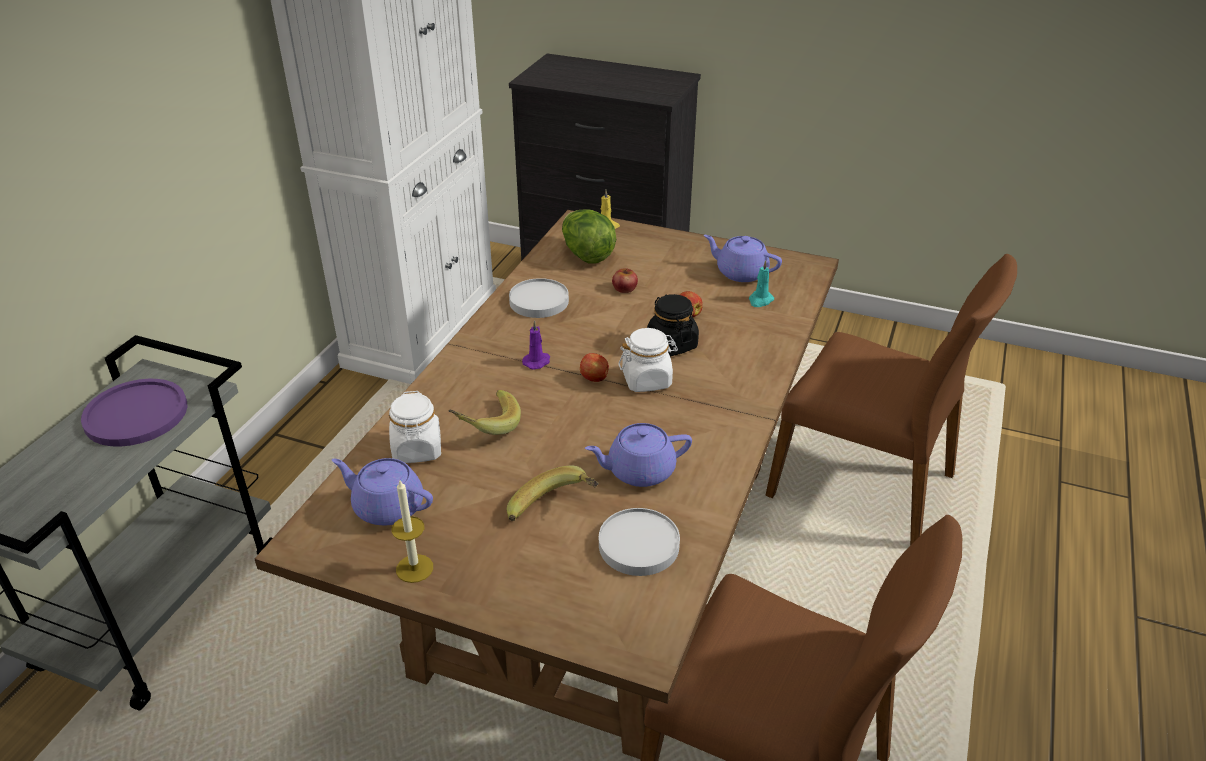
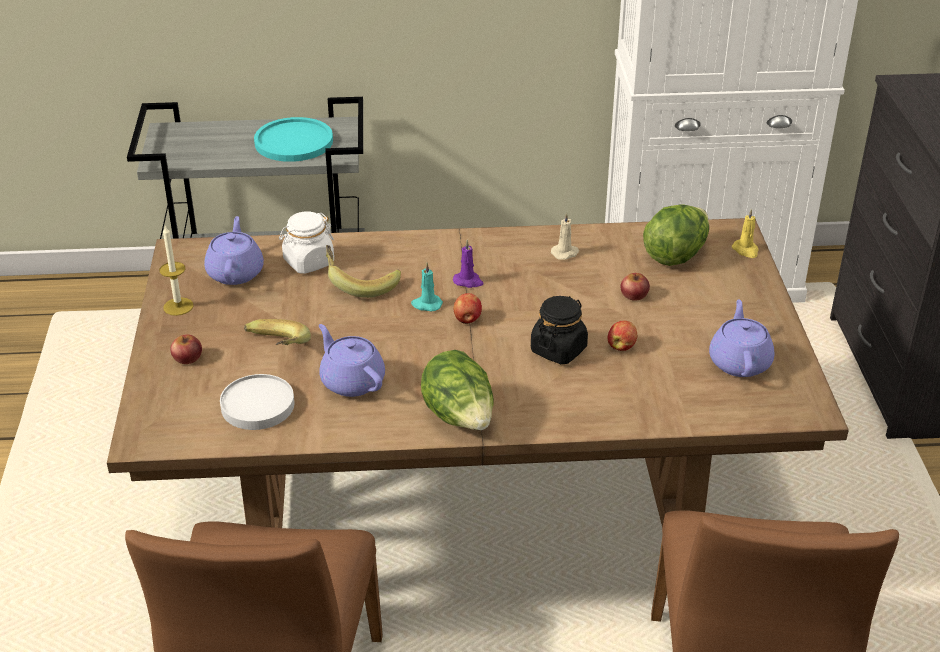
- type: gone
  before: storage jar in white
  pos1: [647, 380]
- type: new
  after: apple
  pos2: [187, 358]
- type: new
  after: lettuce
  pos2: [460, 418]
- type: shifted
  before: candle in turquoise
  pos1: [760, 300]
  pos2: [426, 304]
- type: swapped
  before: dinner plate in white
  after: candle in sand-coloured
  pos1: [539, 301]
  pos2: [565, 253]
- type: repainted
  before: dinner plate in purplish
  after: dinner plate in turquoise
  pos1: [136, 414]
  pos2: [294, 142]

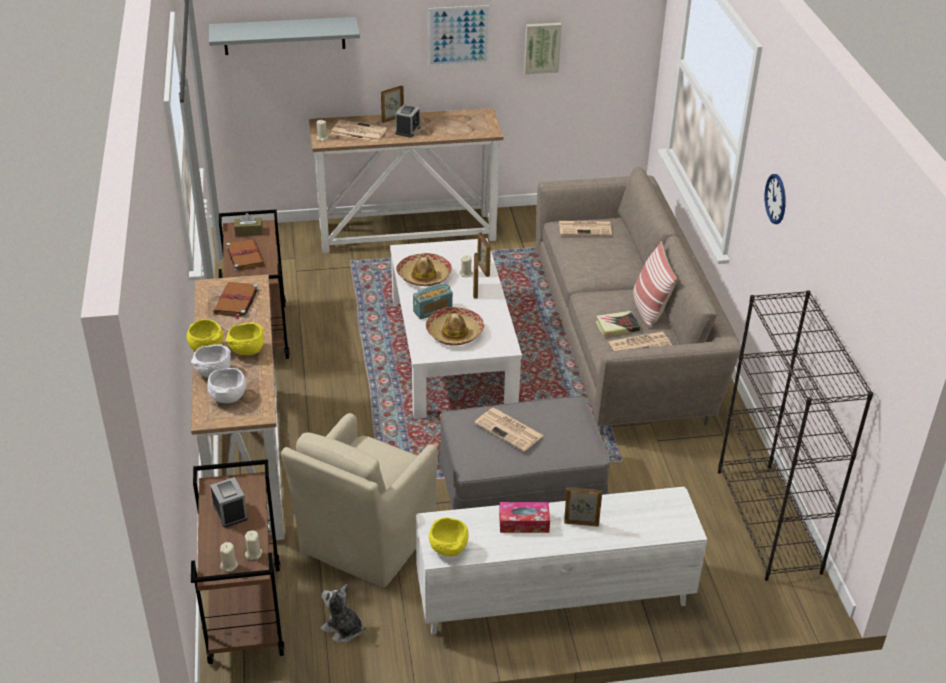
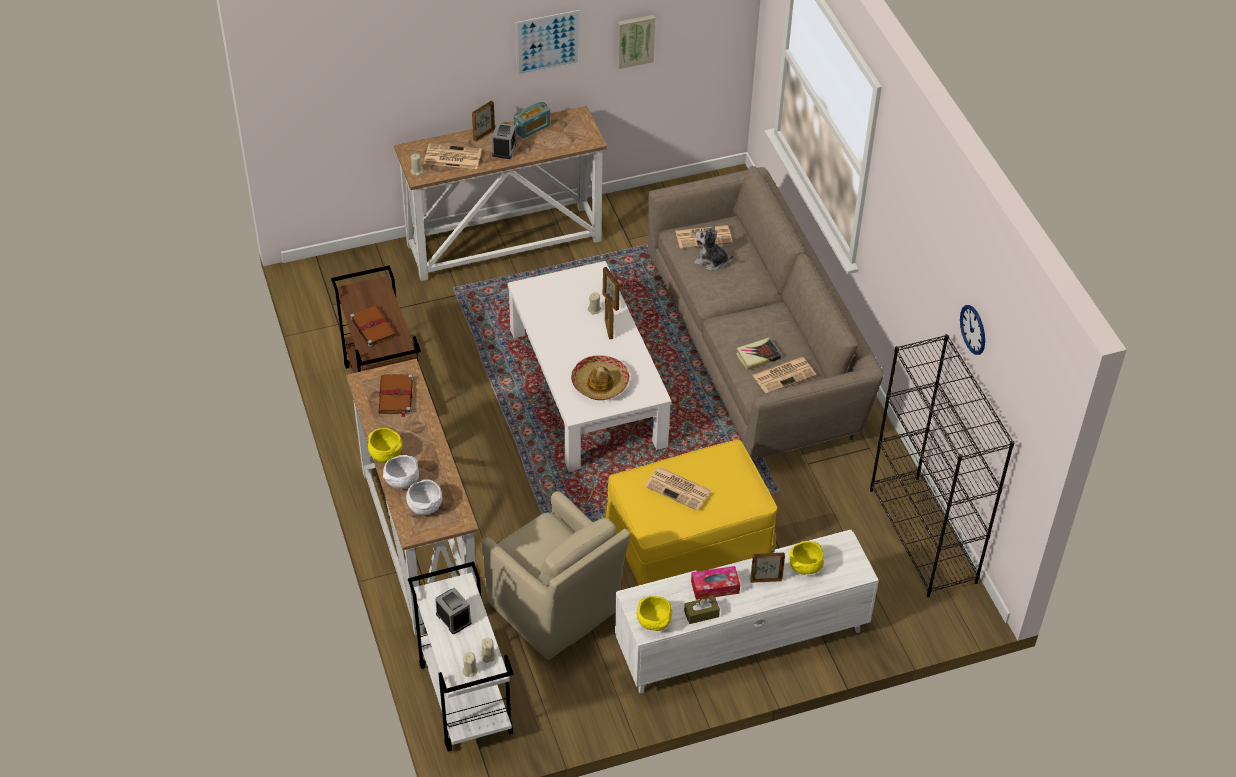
- type: gone
  before: wall shelf in greyish
  pos1: [284, 36]
- type: gone
  before: clothing hat
  pos1: [424, 276]
- type: gone
  before: cushion
  pos1: [649, 309]
- type: shifted
  before: bowl in yellowish
  pos1: [247, 351]
  pos2: [805, 568]
- type: shifted
  before: tissue box in brown-coloured
  pos1: [249, 232]
  pos2: [701, 614]
- type: shifted
  before: soft toy
  pos1: [343, 629]
  pos2: [711, 261]
- type: shifted
  before: radio
  pos1: [432, 310]
  pos2: [532, 128]
- type: shifted
  before: clock on the wall
  pos1: [775, 199]
  pos2: [973, 329]
- type: repainted
  before: trolley in brown-coloured
  after: trolley in white
  pos1: [244, 613]
  pos2: [464, 698]
- type: repainted
  before: footrest in greyish
  after: footrest in yellowish
  pos1: [521, 491]
  pos2: [689, 537]
- type: rotated
  before: armchair in sand-coloured
  pos1: [365, 540]
  pos2: [555, 609]
  turn: -60

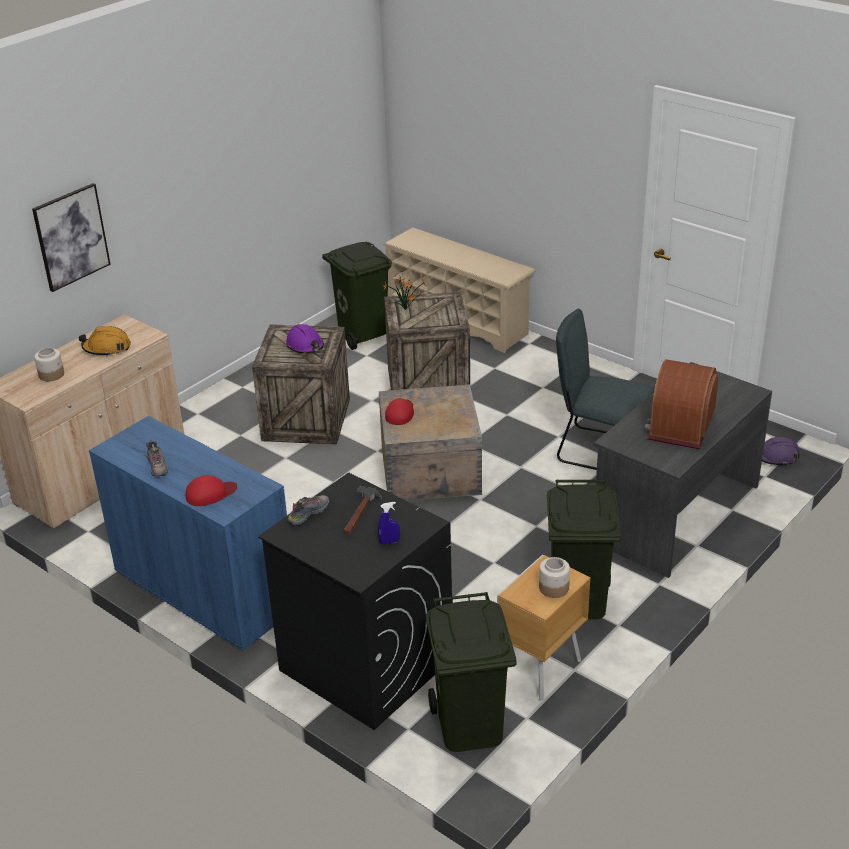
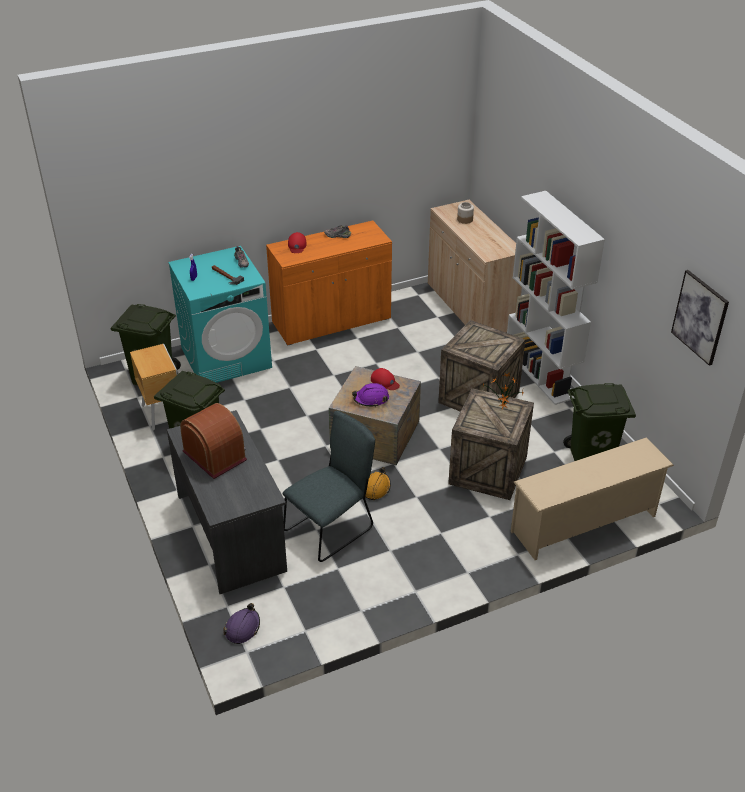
- type: gone
  before: storage jar
  pos1: [553, 588]
- type: new
  after: shelving unit in white
  pos2: [541, 373]
- type: shifted
  before: wall picture
  pos1: [71, 237]
  pos2: [700, 317]
- type: shifted
  before: safety helmet in orangey
  pos1: [107, 348]
  pos2: [376, 488]
- type: shifted
  before: safety helmet in purplish
  pos1: [305, 346]
  pos2: [371, 399]
- type: repainted
  before: storage cabinet in blue-coloured
  after: storage cabinet in orangey
  pos1: [205, 591]
  pos2: [331, 321]
- type: repainted
  before: laundry machine in black
  after: laundry machine in turquoise
  pos1: [365, 664]
  pos2: [226, 357]

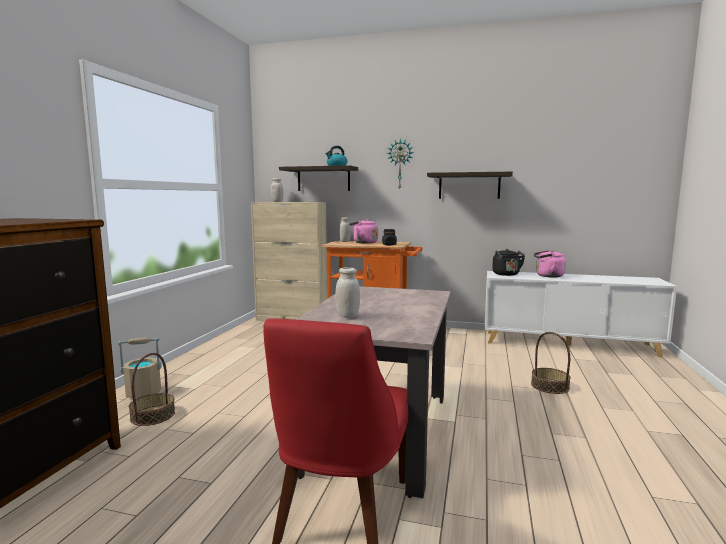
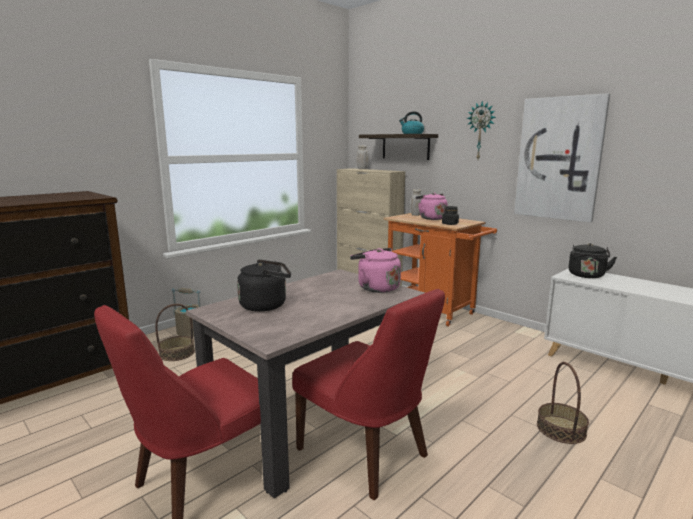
- type: new
  after: upright chair in reddish
  pos2: [366, 455]
- type: shifted
  before: water kettle in pink-coloured
  pos1: [547, 276]
  pos2: [376, 288]
- type: swapped
  before: storage jar in white
  after: water kettle in black
  pos1: [347, 316]
  pos2: [266, 305]
- type: swapped
  before: wall shelf
  after: wall picture
  pos1: [469, 186]
  pos2: [559, 158]

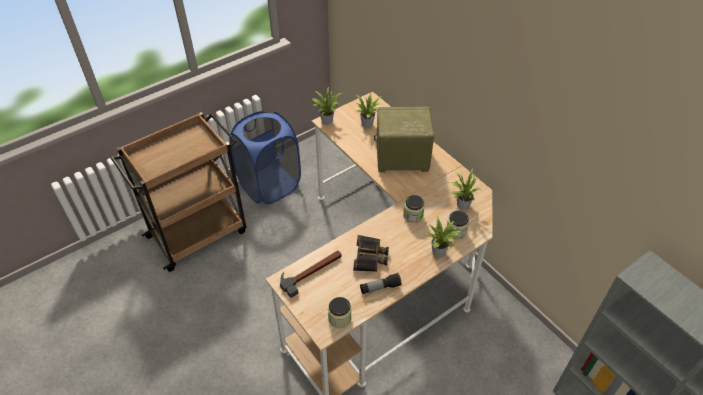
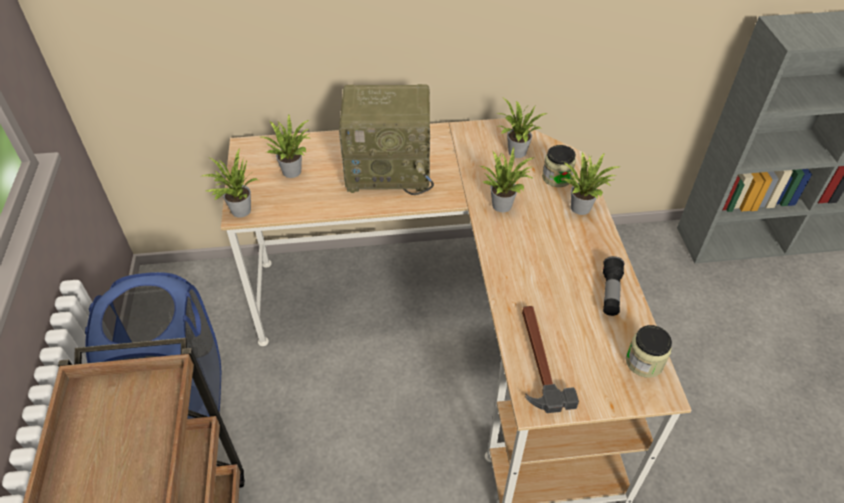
- type: gone
  before: field glasses
  pos1: [370, 257]
- type: swapped
  before: storage jar
  after: plant in a pot
  pos1: [413, 215]
  pos2: [503, 204]
- type: rotated
  before: radio
  pos1: [401, 158]
  pos2: [390, 169]
  turn: -120

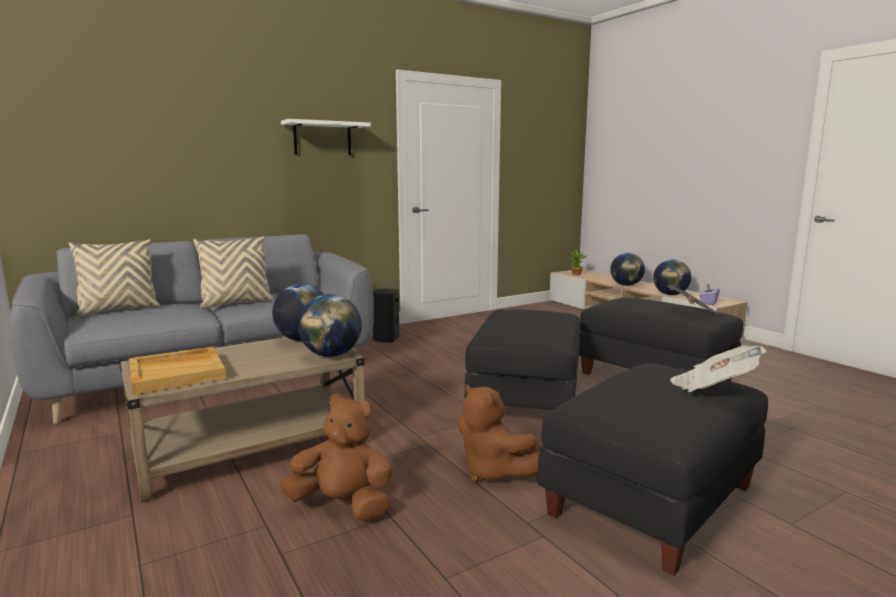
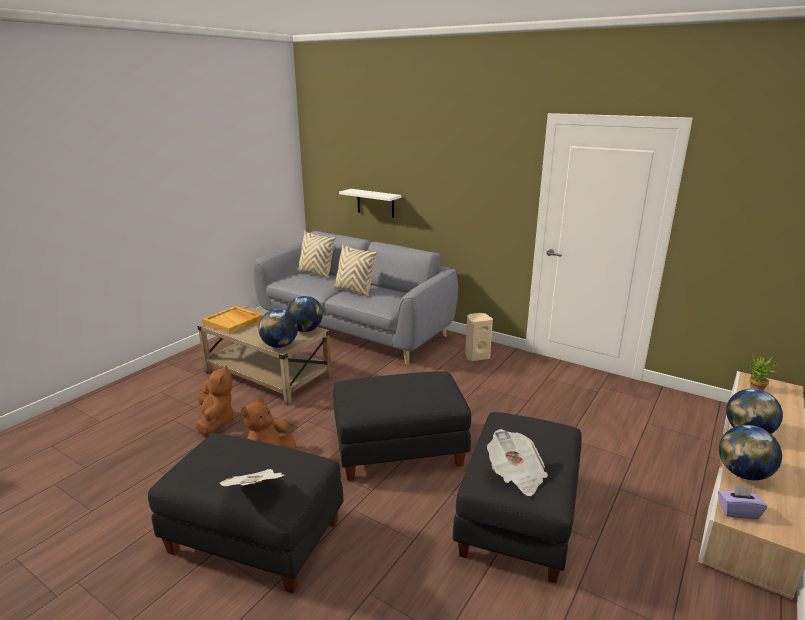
- type: shifted
  before: wall shelf in white
  pos1: [322, 138]
  pos2: [375, 203]
- type: repainted
  before: loudspeaker in black
  after: loudspeaker in sand-coloured
  pos1: [385, 339]
  pos2: [476, 356]

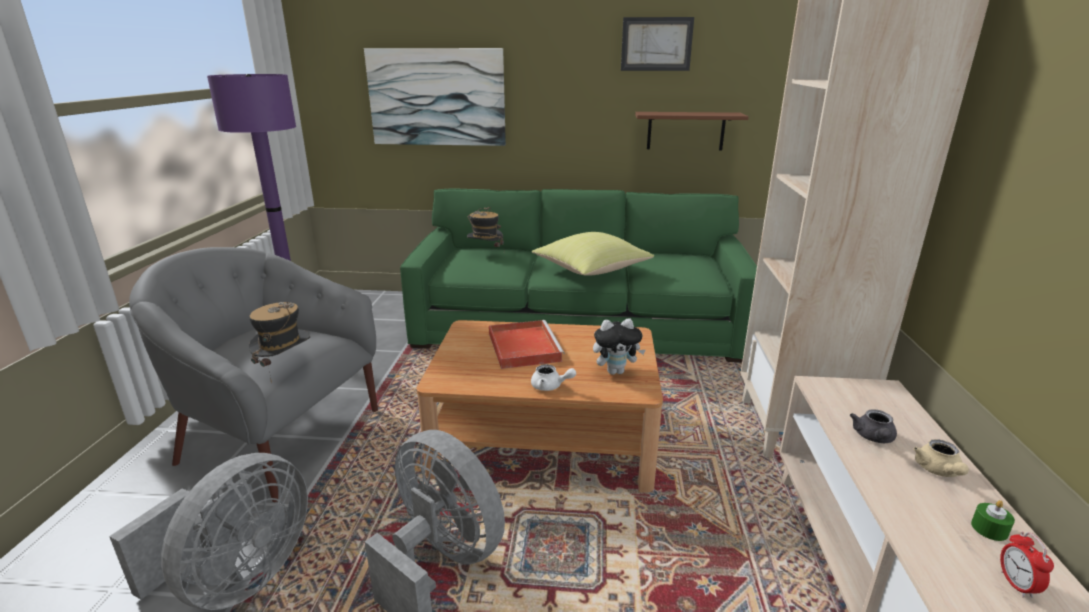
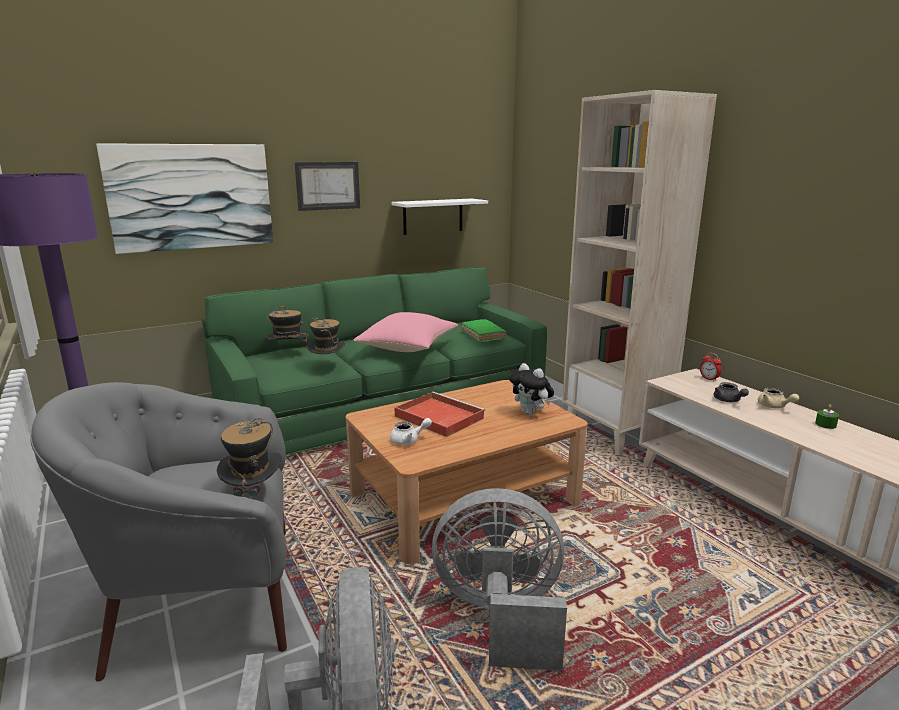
- type: new
  after: clothing hat
  pos2: [327, 366]
- type: new
  after: volume in green
  pos2: [483, 335]
- type: shifted
  before: pot for tea in white
  pos1: [550, 386]
  pos2: [409, 440]
- type: shifted
  before: wall picture
  pos1: [656, 44]
  pos2: [328, 185]
- type: shifted
  before: bedside clock
  pos1: [1016, 584]
  pos2: [709, 379]
- type: repainted
  before: cushion in yellowish
  after: cushion in pink-coloured
  pos1: [591, 272]
  pos2: [408, 349]
- type: repainted
  before: wall shelf in brown-coloured
  after: wall shelf in white
  pos1: [685, 131]
  pos2: [433, 216]
- type: rotated
  before: soft toy
  pos1: [616, 371]
  pos2: [531, 413]
  turn: 90

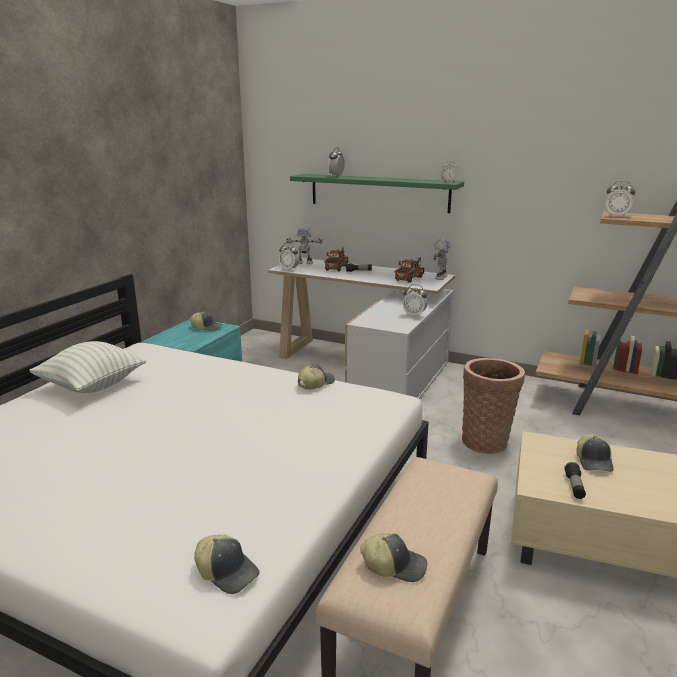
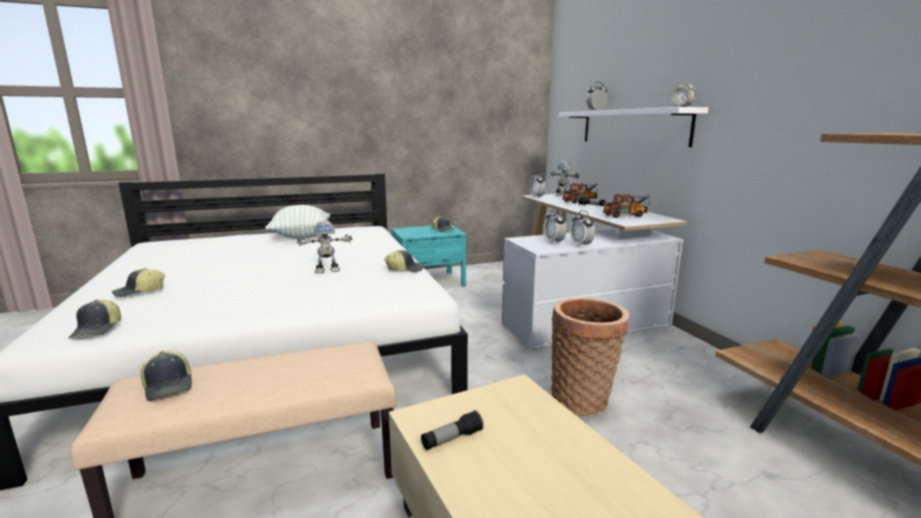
- type: shifted
  before: toy robot
  pos1: [440, 277]
  pos2: [327, 270]
- type: shifted
  before: cap
  pos1: [594, 461]
  pos2: [139, 292]
- type: shifted
  before: bedside clock
  pos1: [616, 216]
  pos2: [554, 242]
- type: repainted
  before: wall shelf in green
  after: wall shelf in white
  pos1: [378, 192]
  pos2: [632, 127]

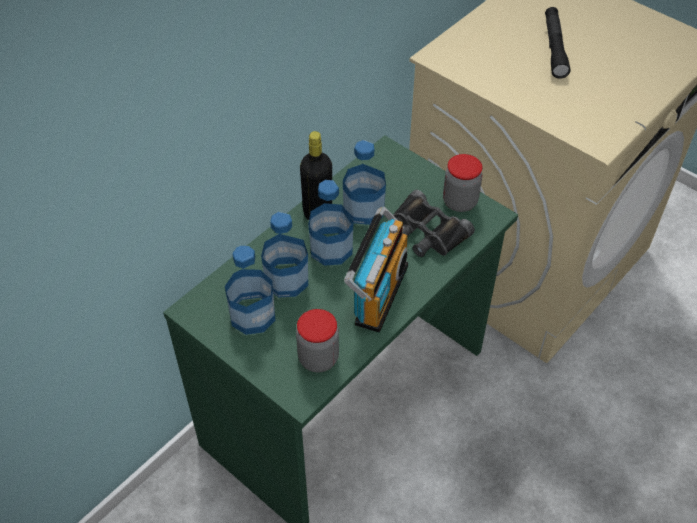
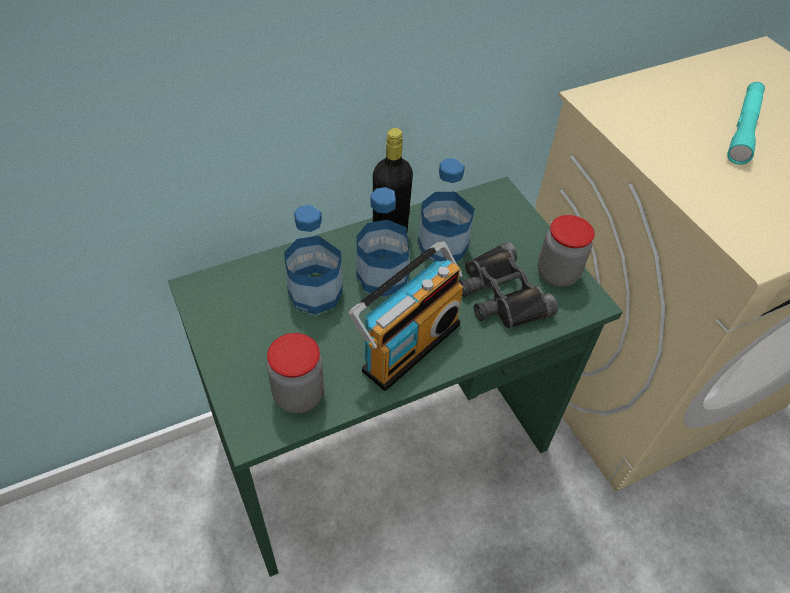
- type: gone
  before: bottle
  pos1: [252, 315]
- type: repainted
  before: hand torch in black
  after: hand torch in turquoise
  pos1: [554, 48]
  pos2: [743, 129]

